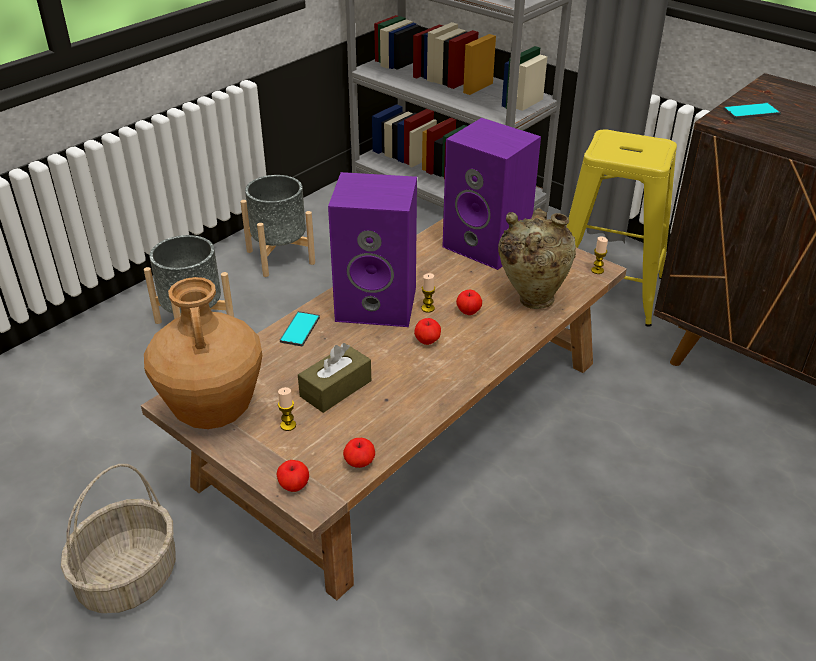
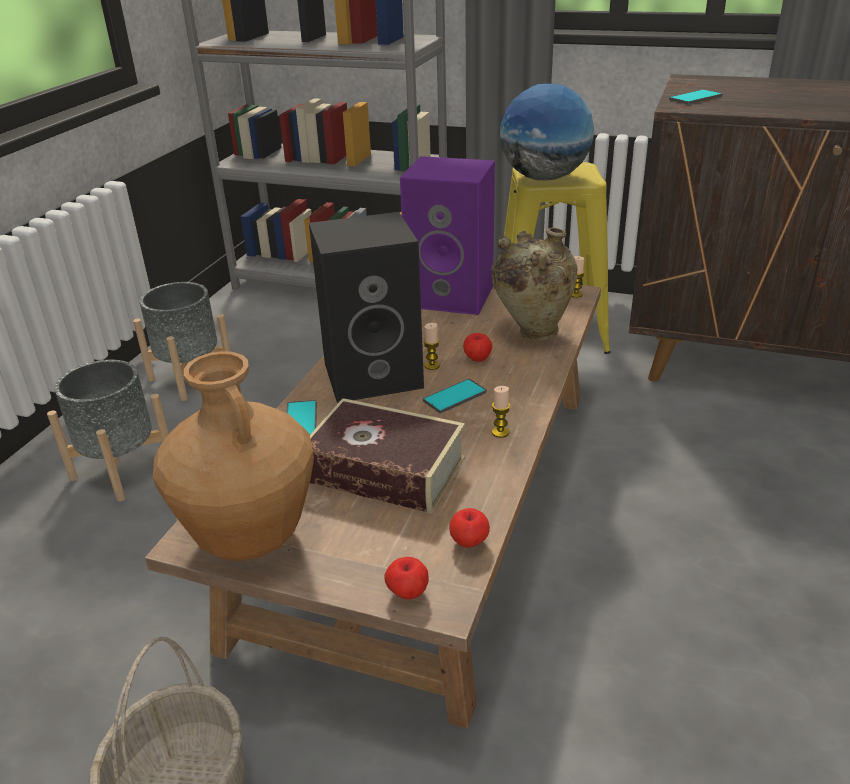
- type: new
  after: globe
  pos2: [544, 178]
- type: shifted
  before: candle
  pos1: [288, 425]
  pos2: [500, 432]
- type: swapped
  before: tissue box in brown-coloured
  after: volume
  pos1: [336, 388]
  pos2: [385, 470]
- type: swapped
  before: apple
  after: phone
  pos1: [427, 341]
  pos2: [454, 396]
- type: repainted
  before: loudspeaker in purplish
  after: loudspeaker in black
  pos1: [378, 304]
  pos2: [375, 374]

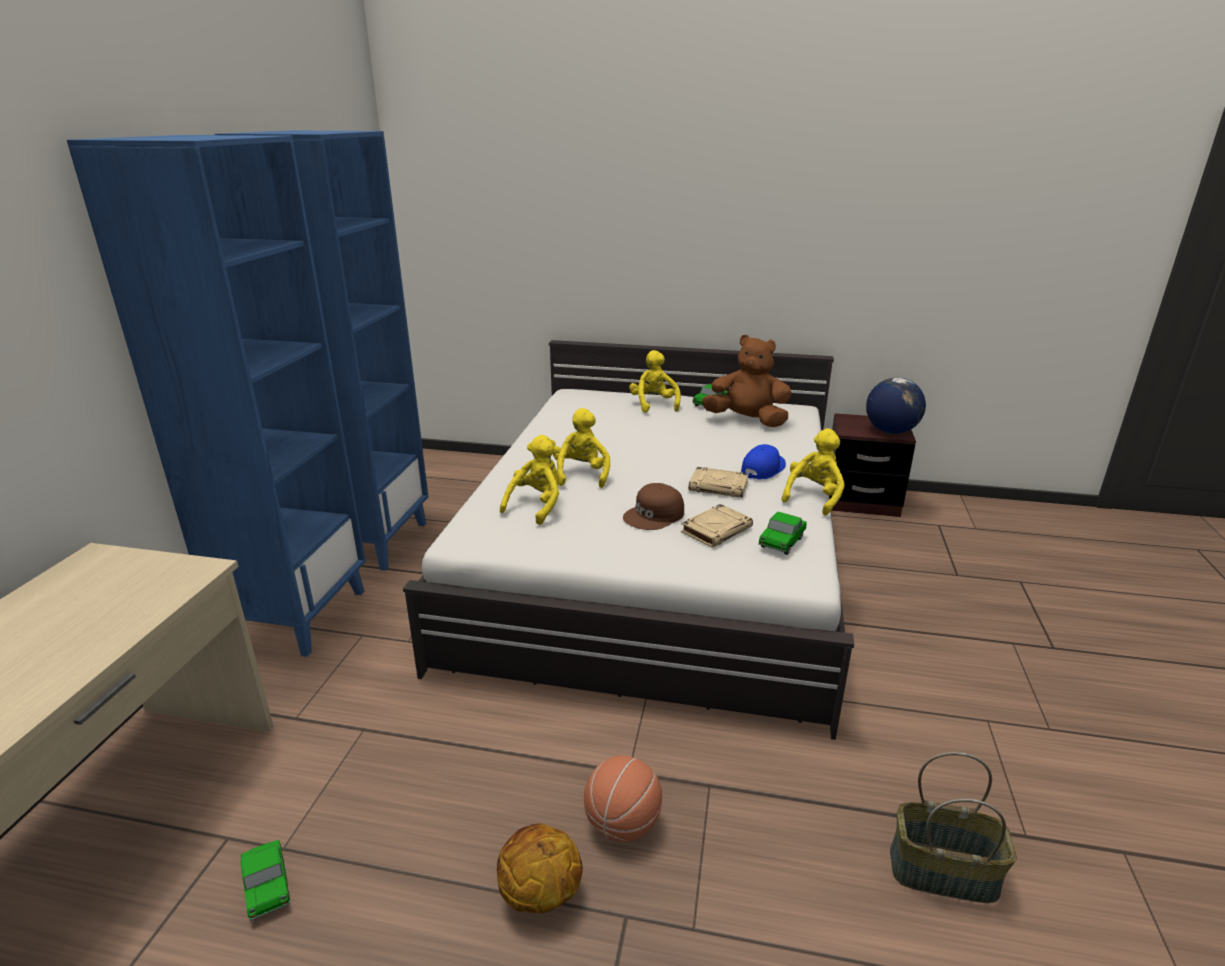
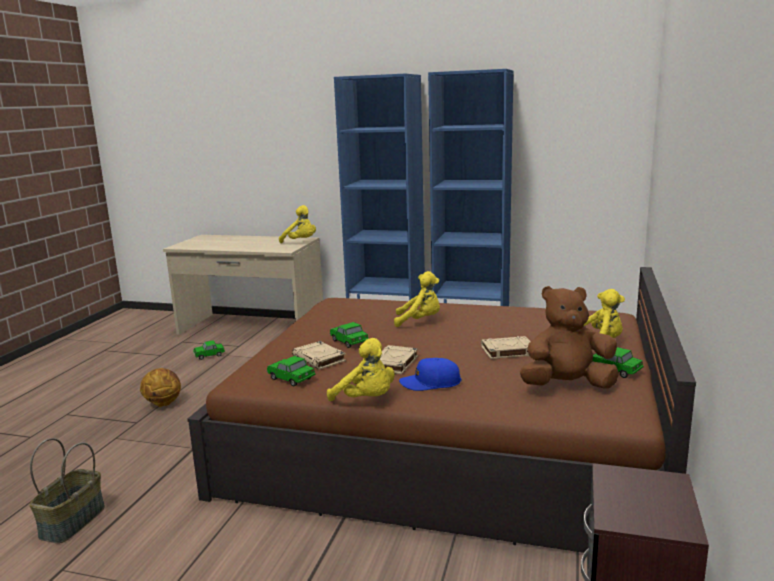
- type: gone
  before: ball for basketball
  pos1: [623, 824]
- type: gone
  before: globe
  pos1: [890, 431]
- type: new
  after: volume in sand-coloured
  pos2: [507, 351]
- type: shifted
  before: soft toy in yellowish
  pos1: [537, 506]
  pos2: [301, 242]
- type: swapped
  before: cap in brown-coloured
  after: miniature car
  pos1: [654, 515]
  pos2: [349, 342]
- type: repainted
  before: sleeping bed in white
  after: sleeping bed in brown-coloured
  pos1: [657, 561]
  pos2: [449, 440]
- type: rotated
  before: soft toy in brown-coloured
  pos1: [747, 420]
  pos2: [567, 385]
  turn: -120
- type: rotated
  before: cap in blue-coloured
  pos1: [763, 469]
  pos2: [430, 383]
  turn: 135

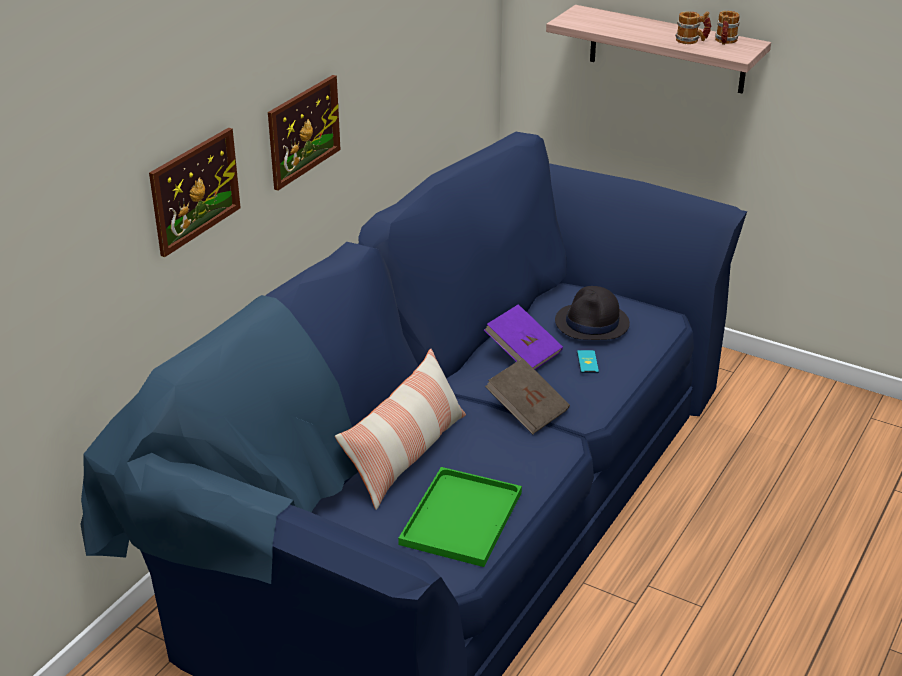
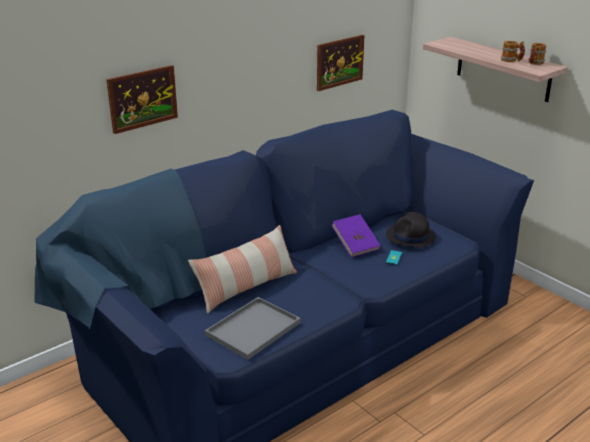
- type: gone
  before: volume in brown-coloured
  pos1: [527, 410]
- type: shifted
  before: wall picture
  pos1: [303, 131]
  pos2: [339, 62]
- type: repainted
  before: carrying tray in green
  after: carrying tray in greyish
  pos1: [461, 516]
  pos2: [253, 327]

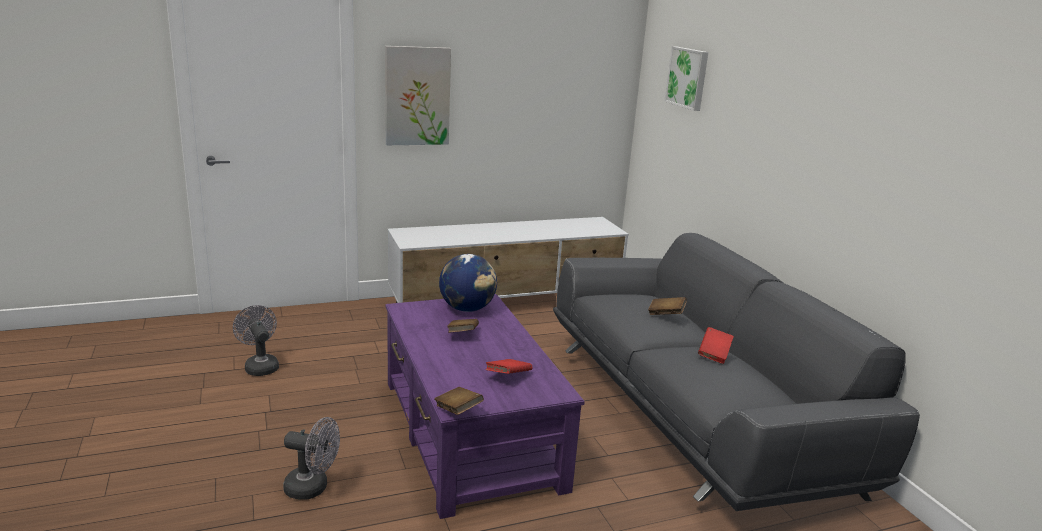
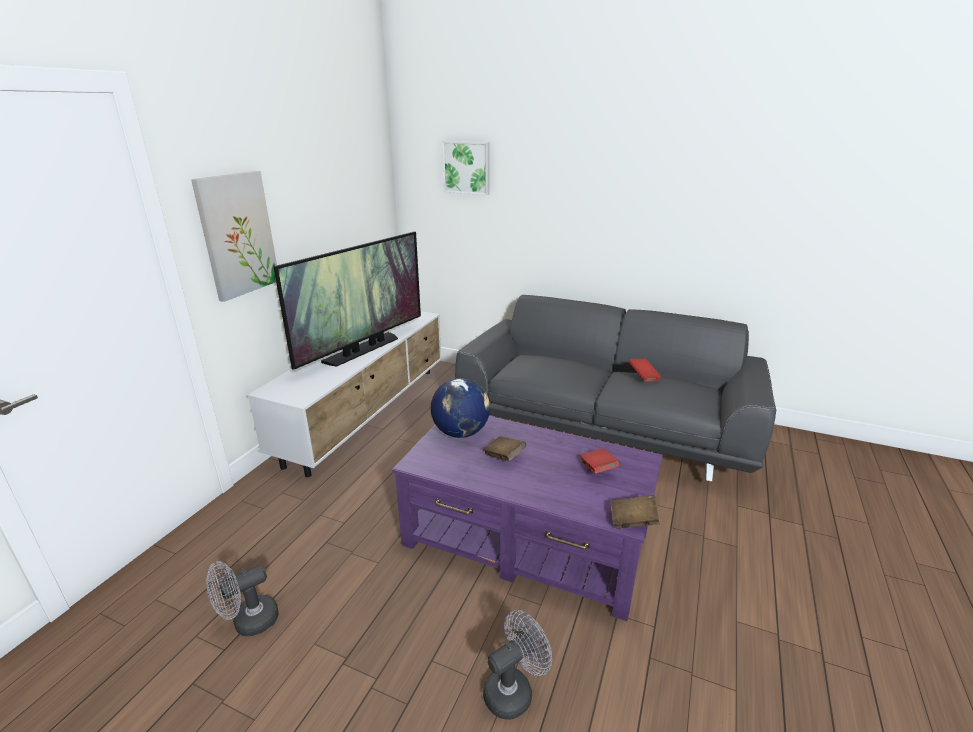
- type: gone
  before: volume in brown-coloured
  pos1: [666, 314]
- type: new
  after: TV
  pos2: [363, 349]
- type: rotated
  before: electric fan in greyish
  pos1: [260, 366]
  pos2: [248, 622]
  turn: -45

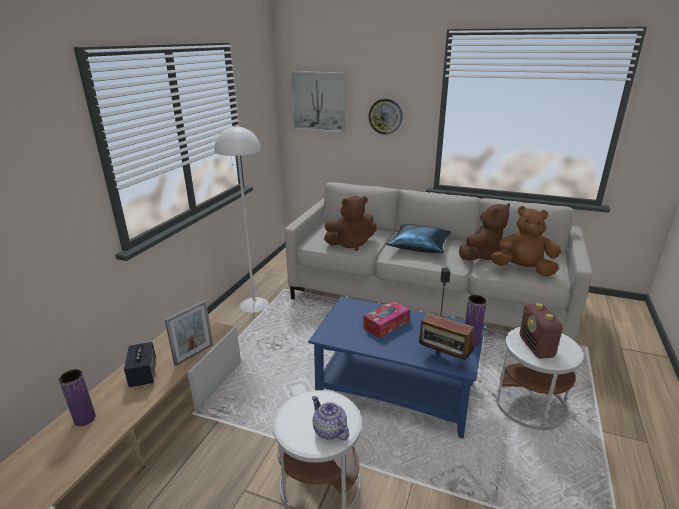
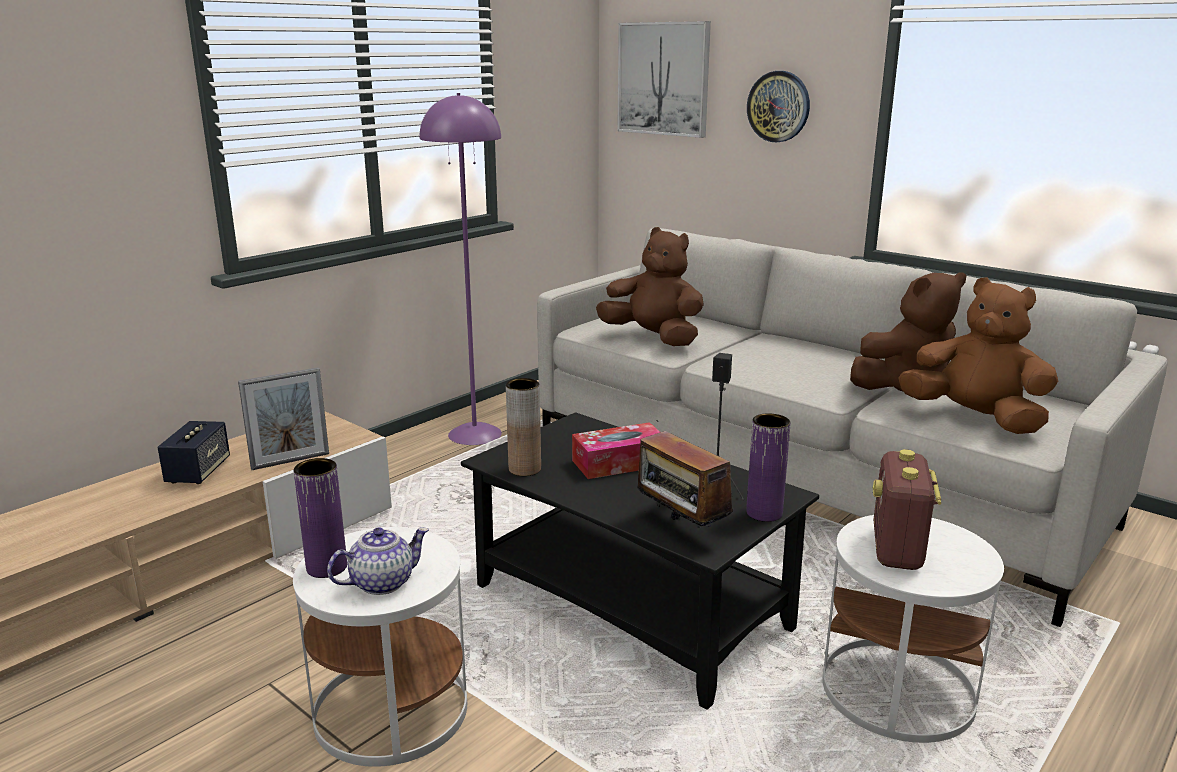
- type: gone
  before: cushion in blue-coloured
  pos1: [420, 246]
- type: new
  after: vase in brown-coloured
  pos2: [524, 469]
- type: shifted
  before: vase in purplish
  pos1: [85, 419]
  pos2: [327, 567]
- type: repainted
  before: floor lamp in white
  after: floor lamp in purplish
  pos1: [254, 304]
  pos2: [475, 433]
- type: repainted
  before: coffee table in blue-coloured
  after: coffee table in black
  pos1: [396, 391]
  pos2: [633, 607]
- type: rotated
  before: pot for tea
  pos1: [329, 430]
  pos2: [382, 582]
  turn: 75
- type: rotated
  before: soft toy in brown-coloured
  pos1: [351, 244]
  pos2: [653, 338]
  turn: -150

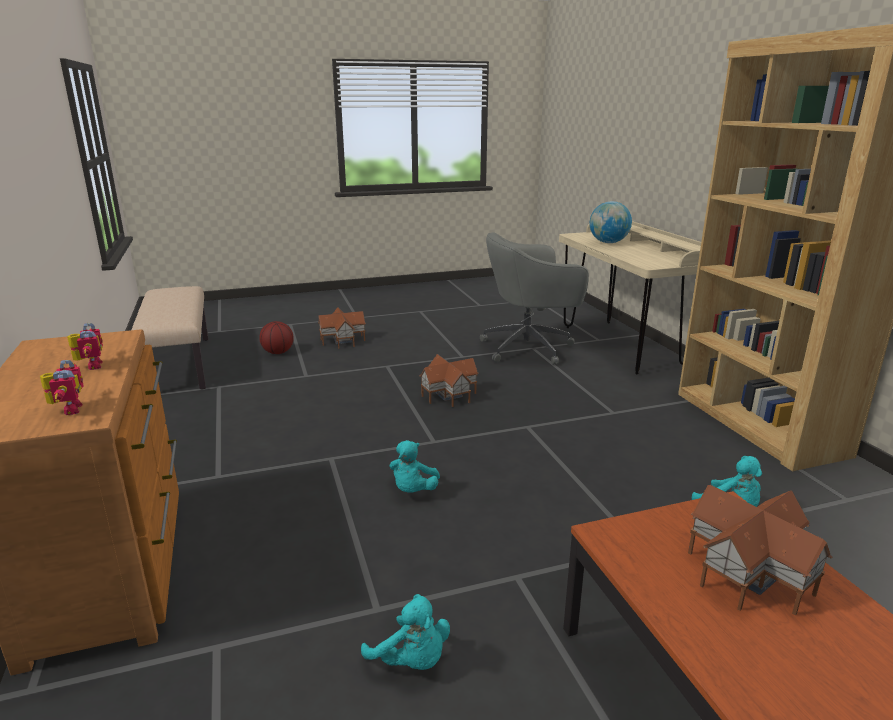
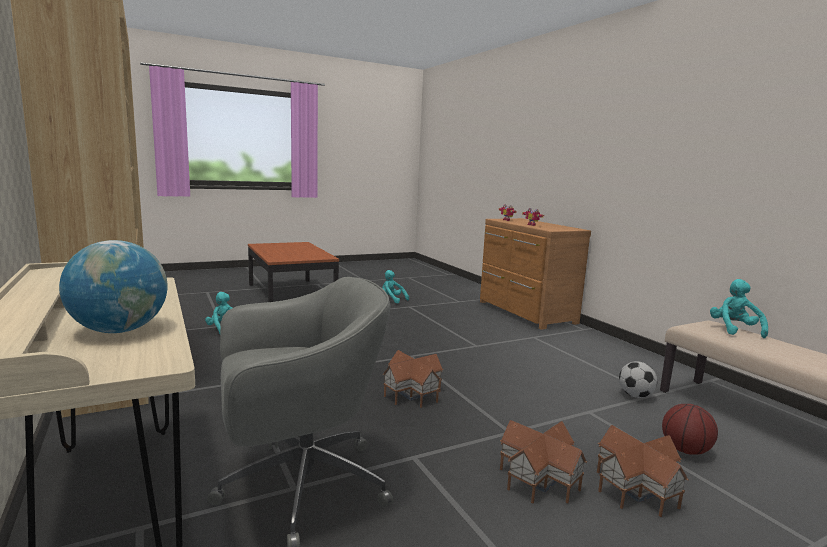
- type: new
  after: football
  pos2: [635, 396]
- type: shifted
  before: soft toy in turquoise
  pos1: [413, 491]
  pos2: [734, 330]
- type: shifted
  before: miniature house
  pos1: [748, 571]
  pos2: [539, 480]

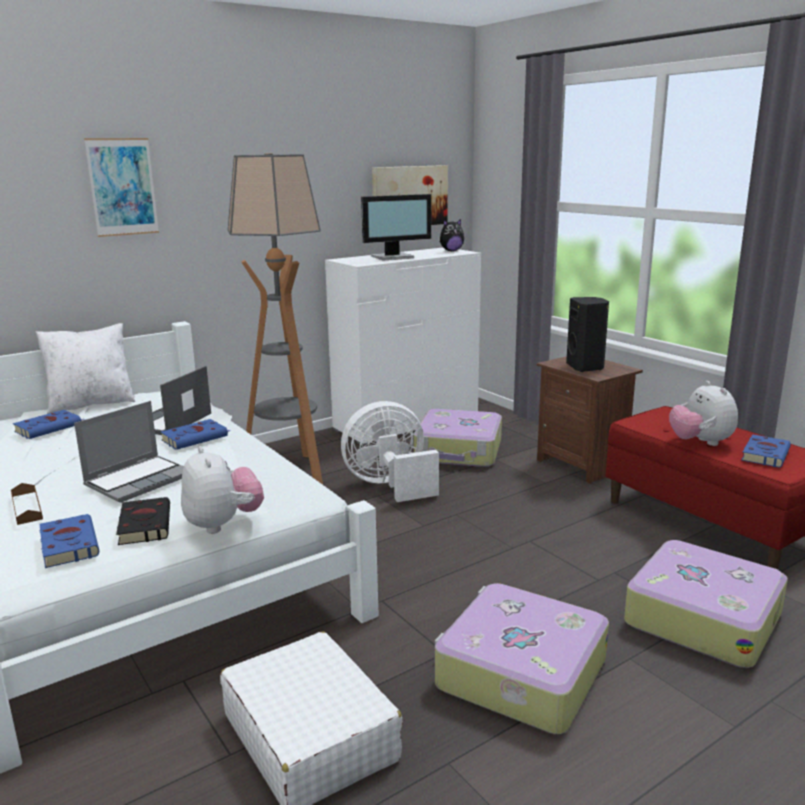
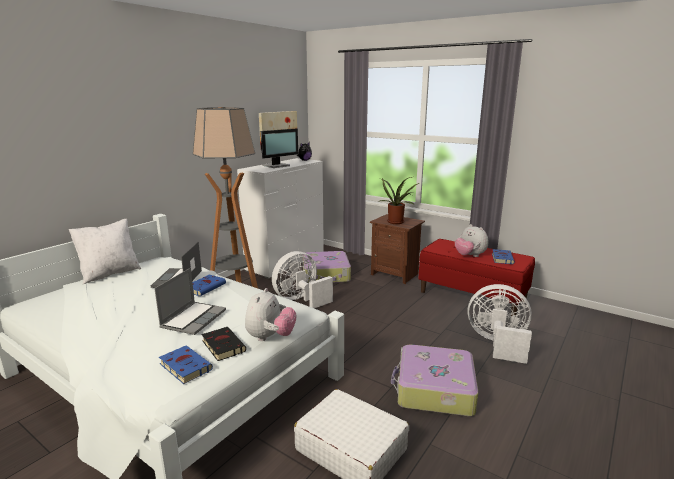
- type: gone
  before: carrying tray in brown-coloured
  pos1: [27, 507]
- type: gone
  before: volume in blue-coloured
  pos1: [50, 427]
- type: gone
  before: wall picture
  pos1: [122, 187]
- type: swapped
  before: loudspeaker in black
  after: plant in a pot
  pos1: [586, 367]
  pos2: [396, 221]
- type: swapped
  before: suitcase
  after: electric fan in white
  pos1: [702, 617]
  pos2: [497, 343]
- type: rotated
  before: soft toy
  pos1: [223, 524]
  pos2: [270, 337]
  turn: 60

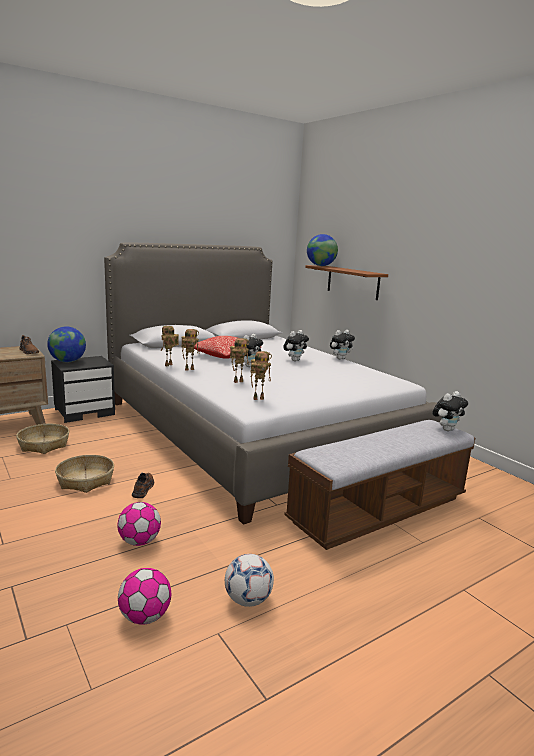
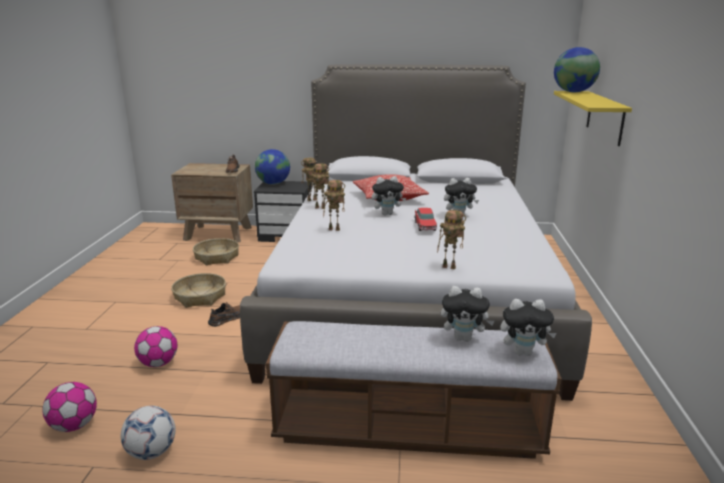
- type: new
  after: miniature car
  pos2: [425, 226]
- type: shifted
  before: toy robot
  pos1: [259, 398]
  pos2: [450, 267]
- type: shifted
  before: soft toy
  pos1: [340, 358]
  pos2: [464, 338]
- type: repainted
  before: wall shelf in brown-coloured
  after: wall shelf in yellowish
  pos1: [352, 282]
  pos2: [605, 117]

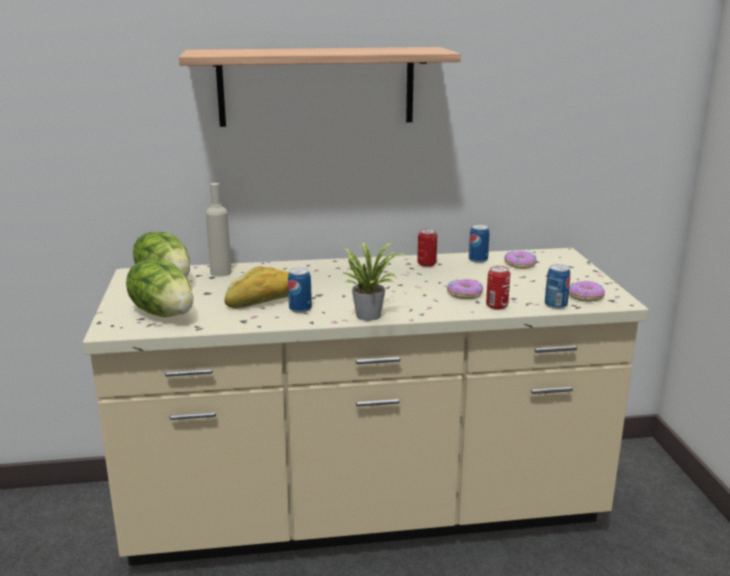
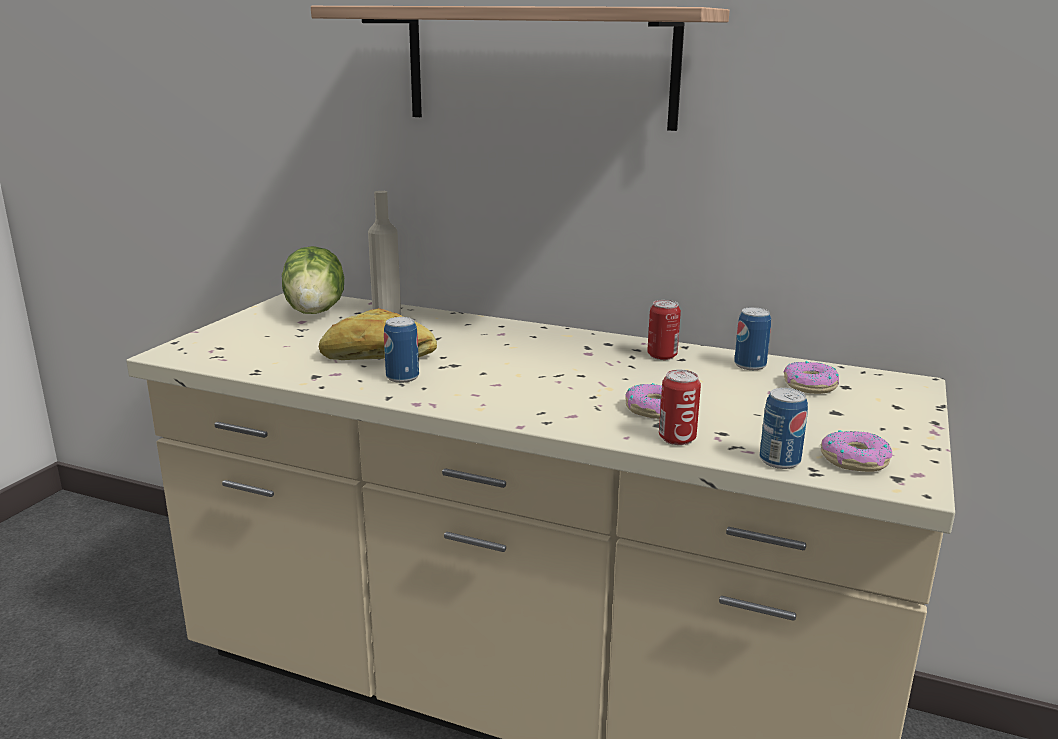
- type: gone
  before: lettuce
  pos1: [164, 312]
- type: gone
  before: plant in a pot
  pos1: [368, 314]

